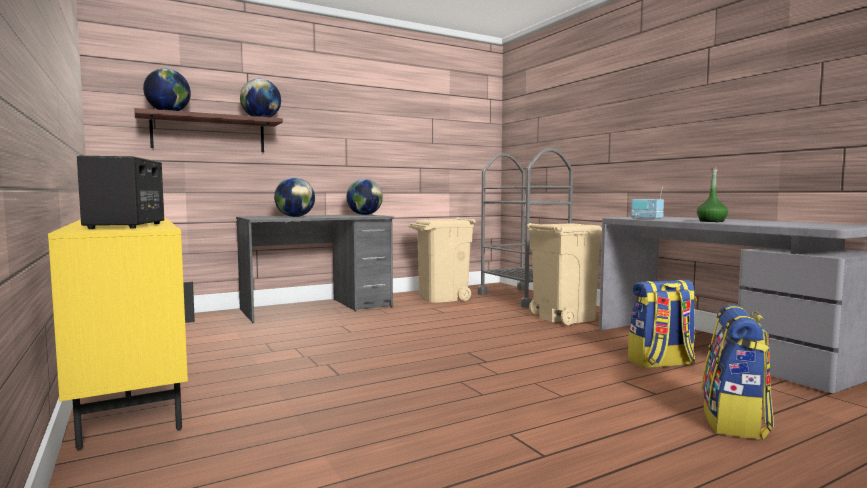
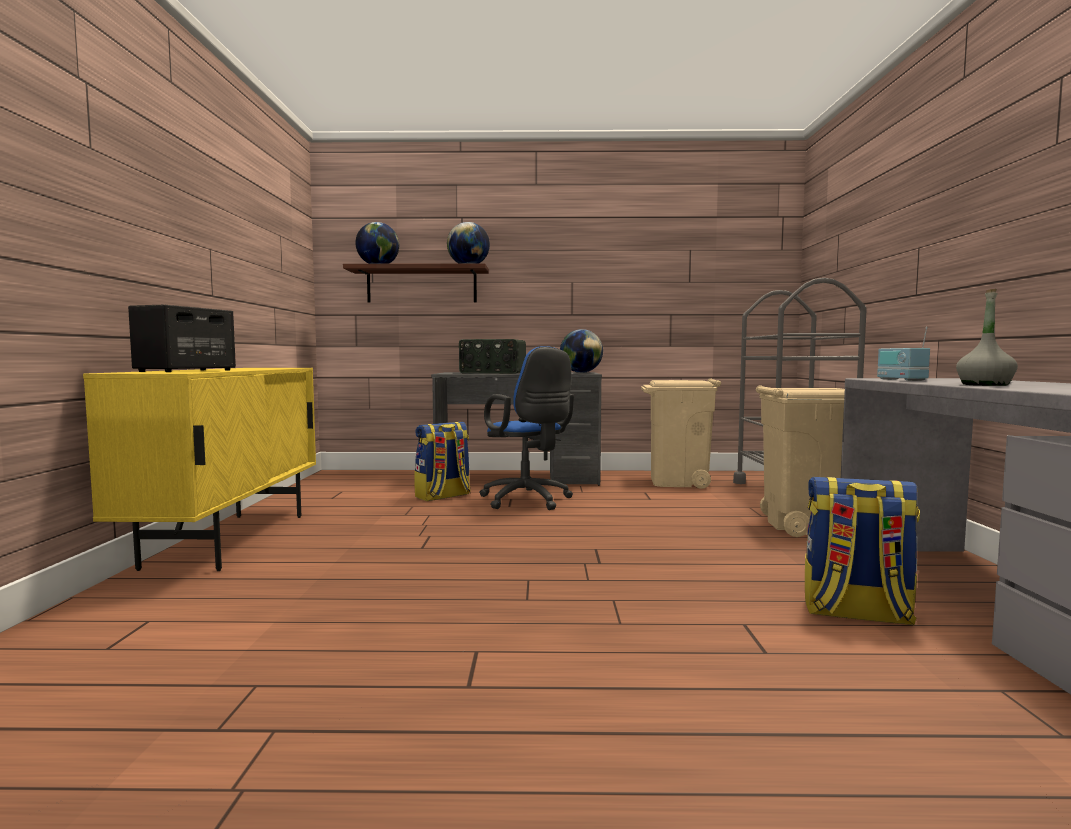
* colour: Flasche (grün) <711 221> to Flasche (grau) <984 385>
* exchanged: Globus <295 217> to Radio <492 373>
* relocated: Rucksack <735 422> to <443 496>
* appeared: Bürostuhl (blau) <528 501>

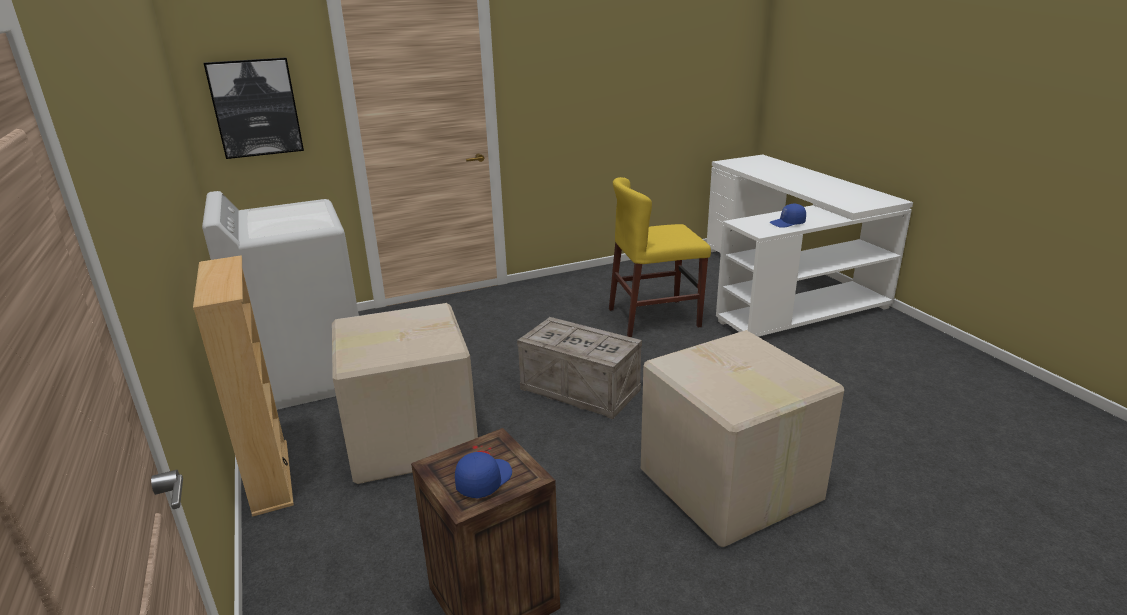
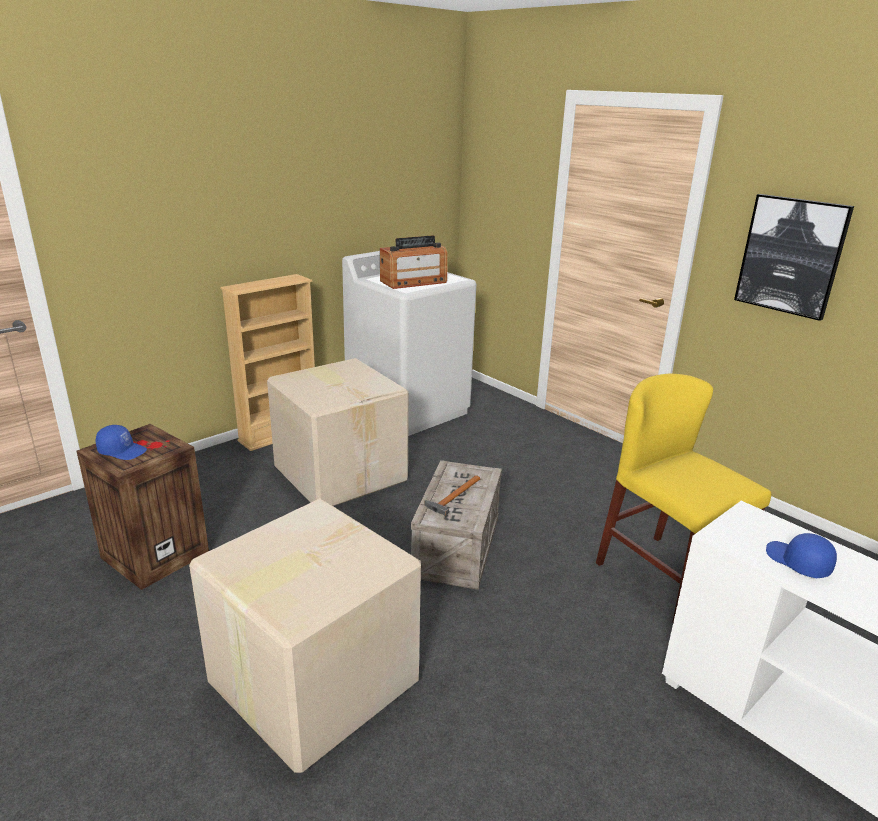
* relocated: Bild <255 108> to <791 256>
* appeared: Radio <413 282>
* appeared: Hammer <453 496>

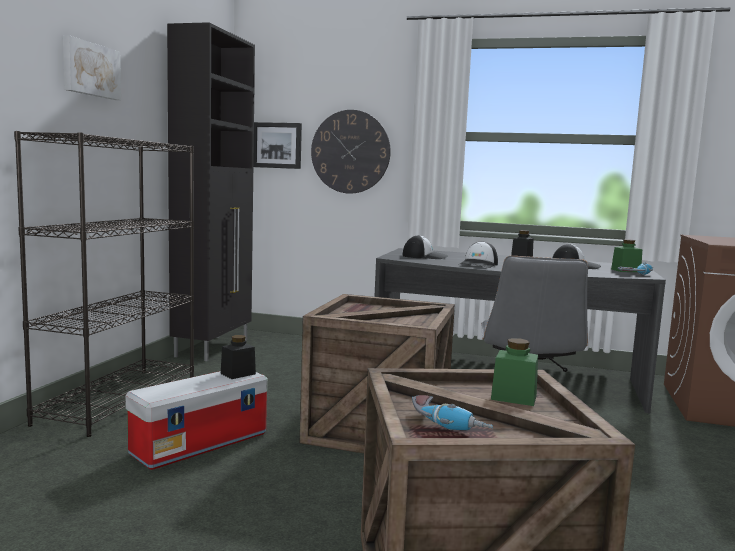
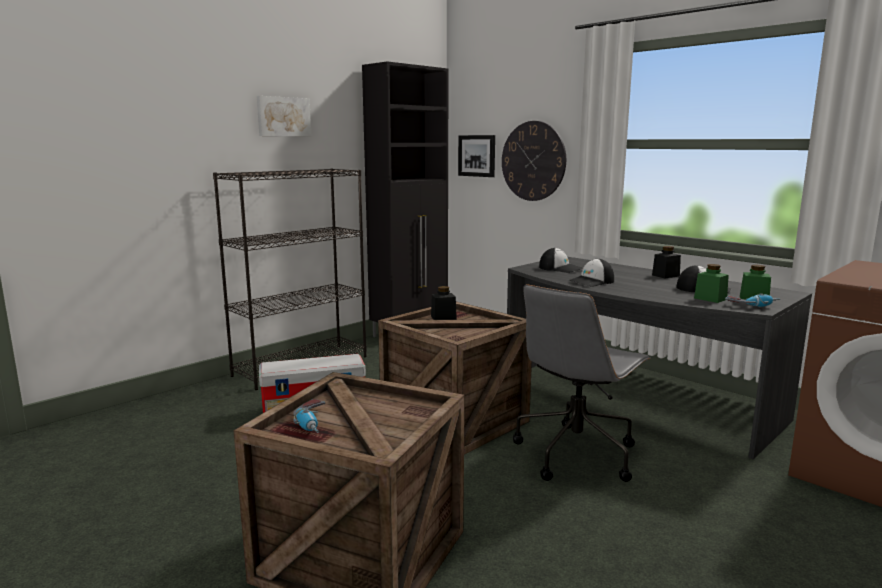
* relocated: Vorratsglas (schwarz) <238 374> to <443 317>
* relocated: Vorratsglas (grün) <513 397> to <710 299>

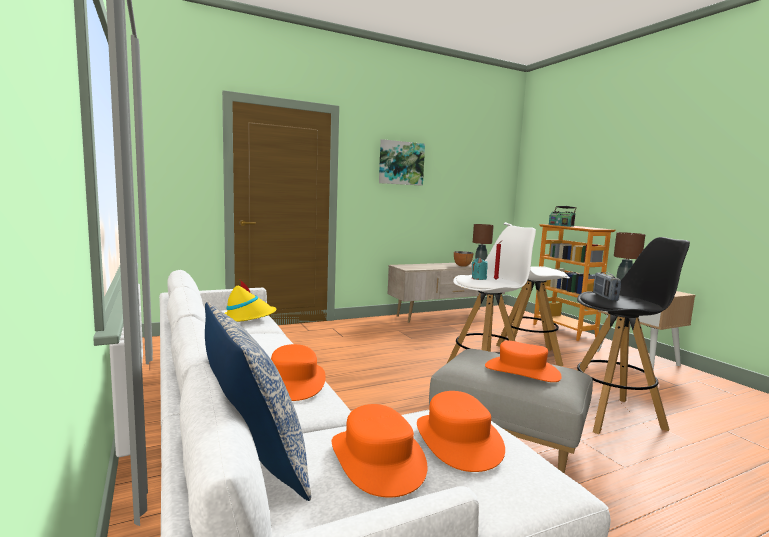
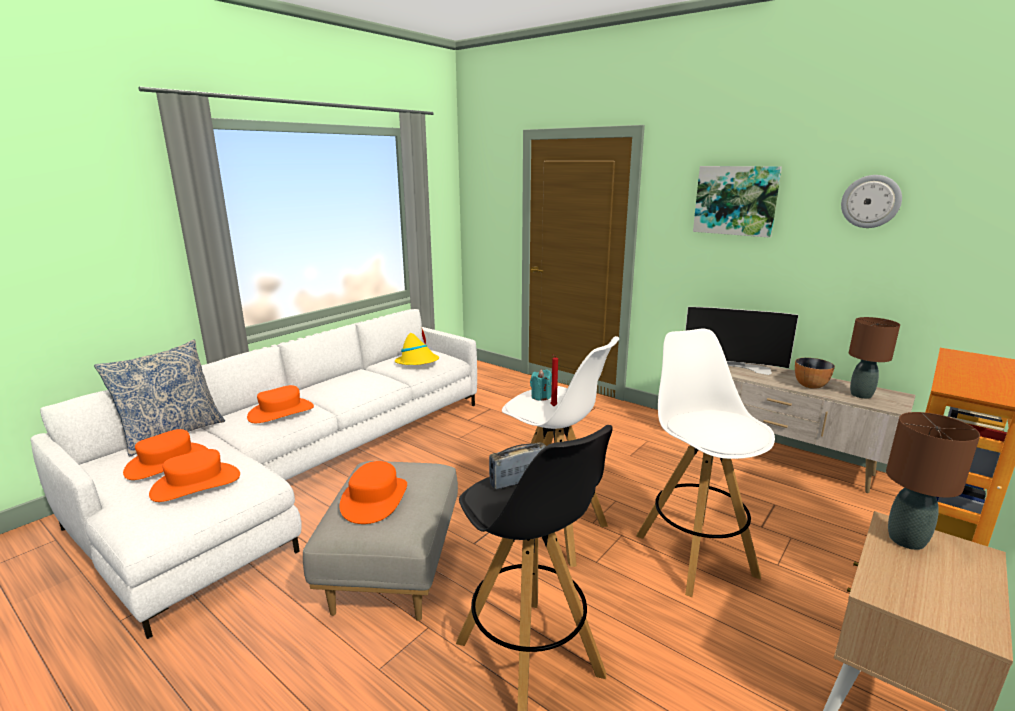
* missing: Radio <561 225>
* appeared: Wanduhr <871 201>
* appeared: Fernseher <733 366>

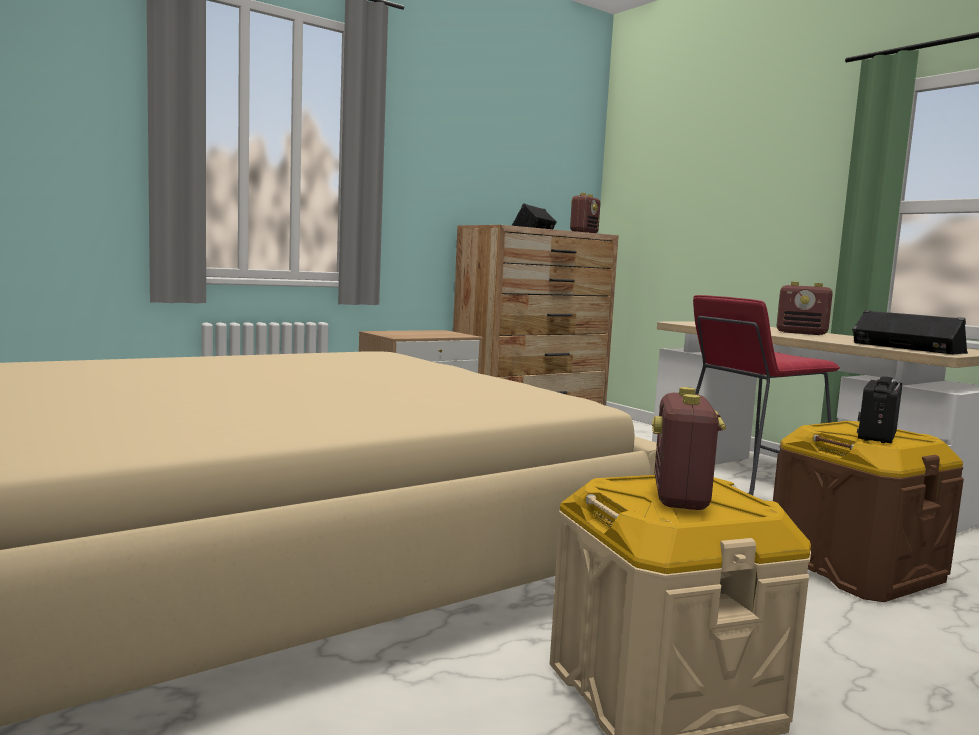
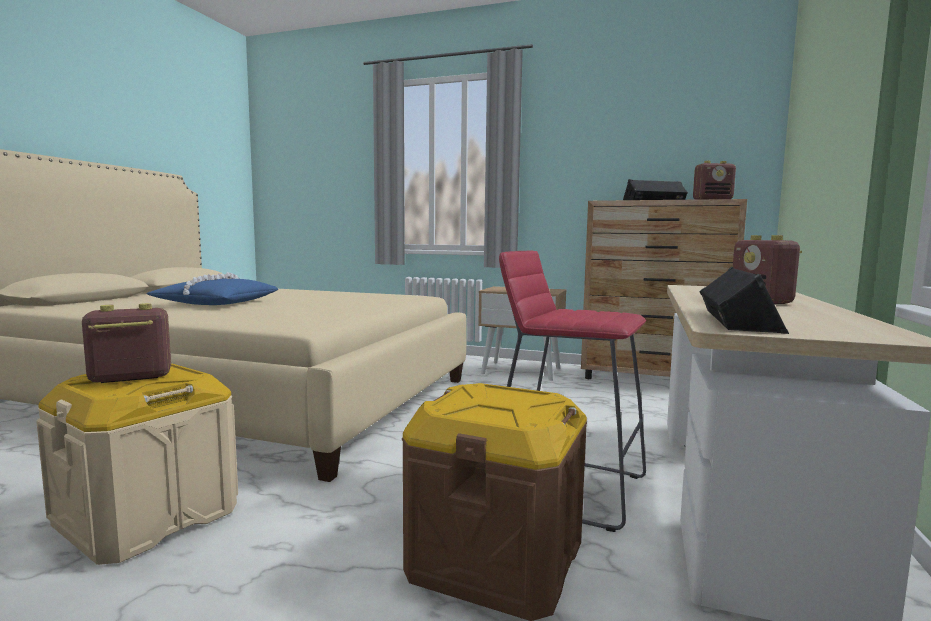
* missing: Radio <877 435>
* appeared: Kissen (blau) <216 303>

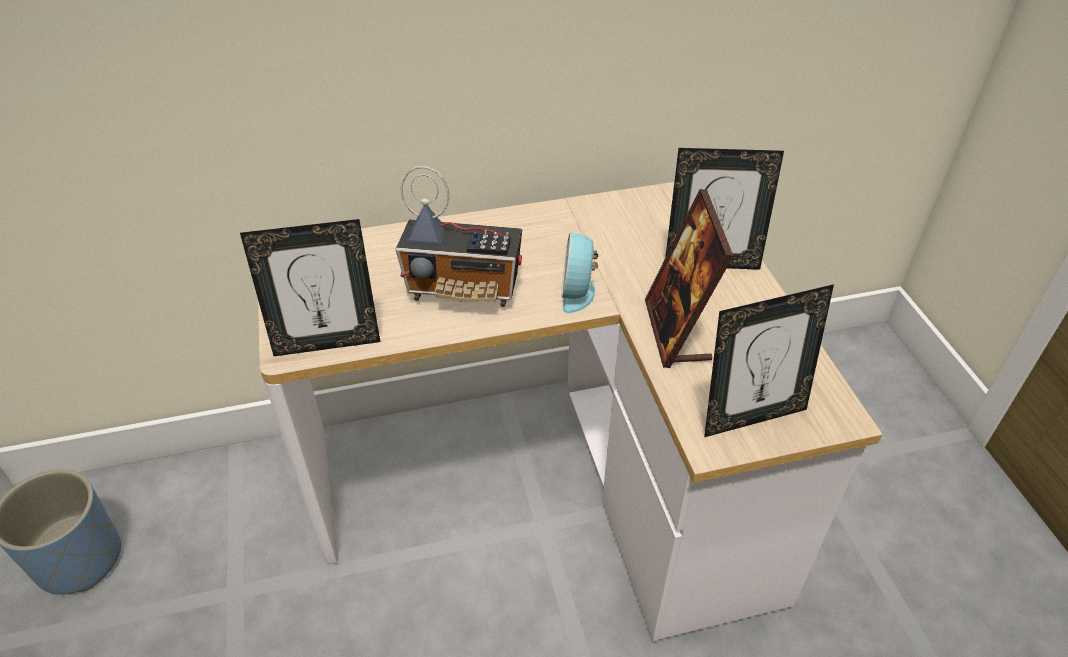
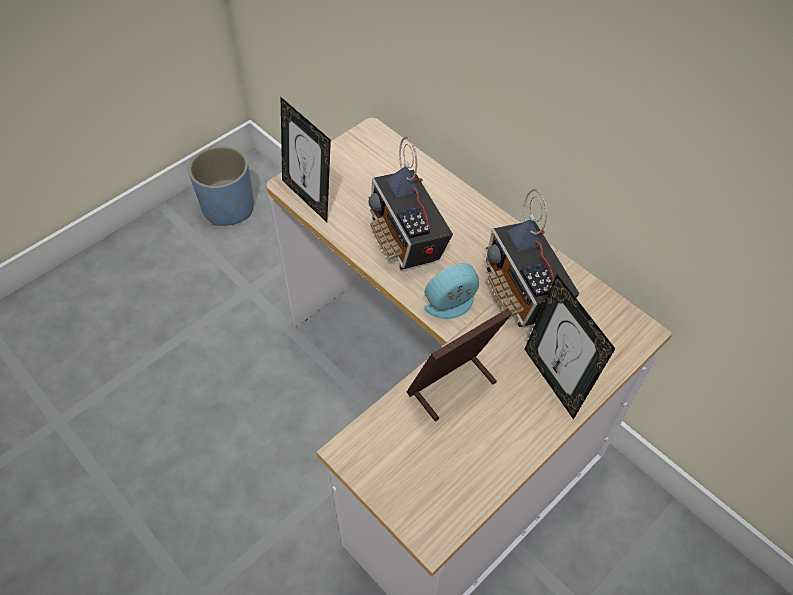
* missing: Bilderrahmen <751 416>
* appeared: Radio <523 293>

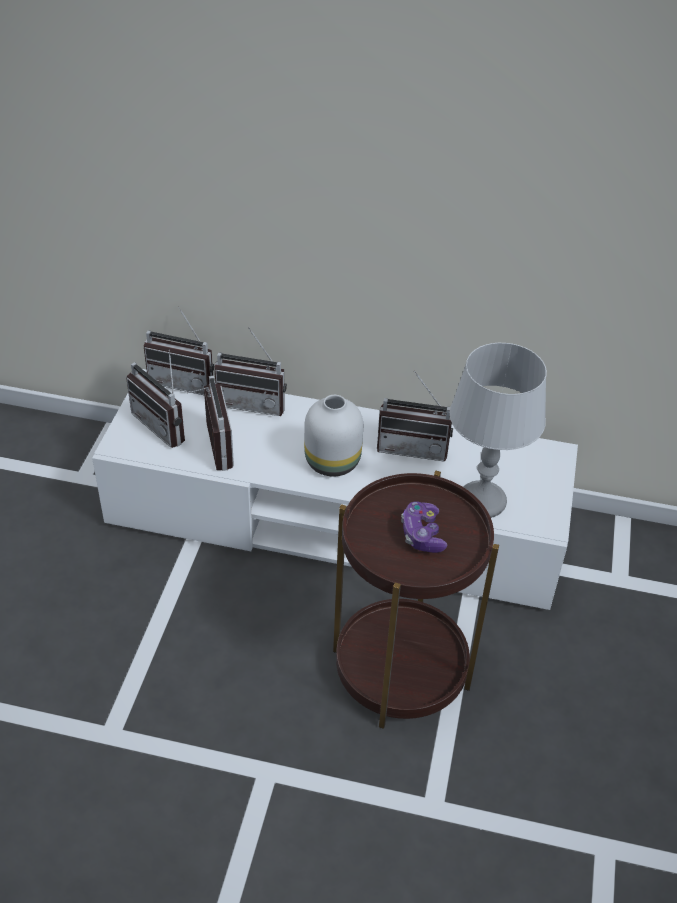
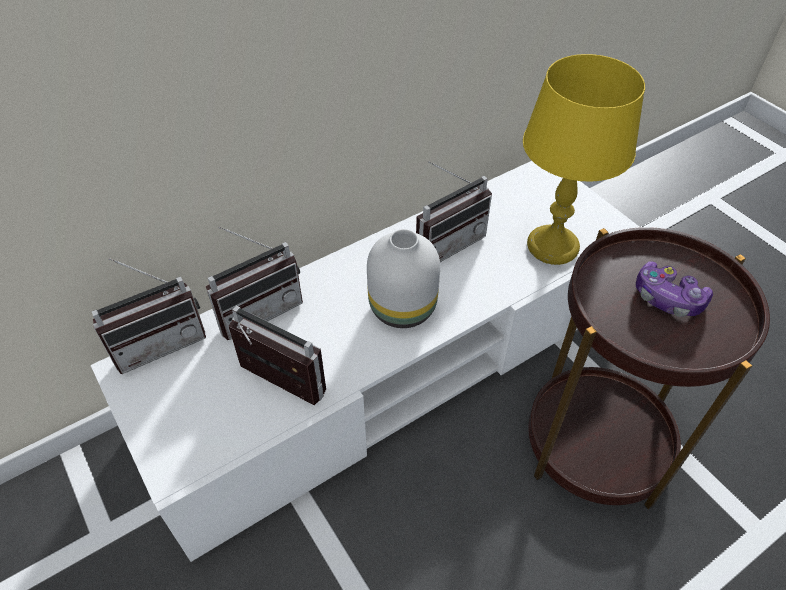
* colour: Tischlampe (grau) <483 501> to Tischlampe (gelb) <553 246>
* missing: Radio <165 425>

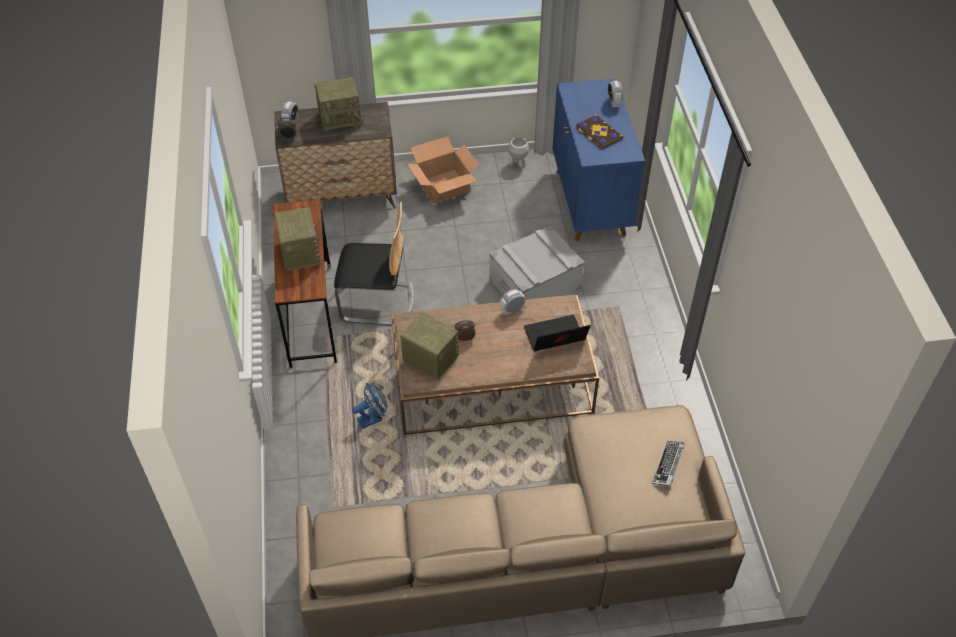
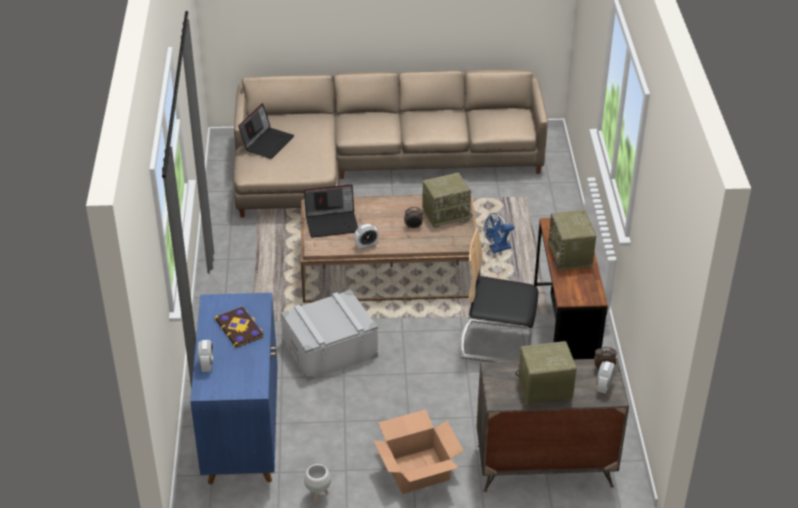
* spun: Radio <429 359> = <446 214> 60 degrees counterclockwise
* exchanged: Tastatur <668 465> to Laptop <267 142>

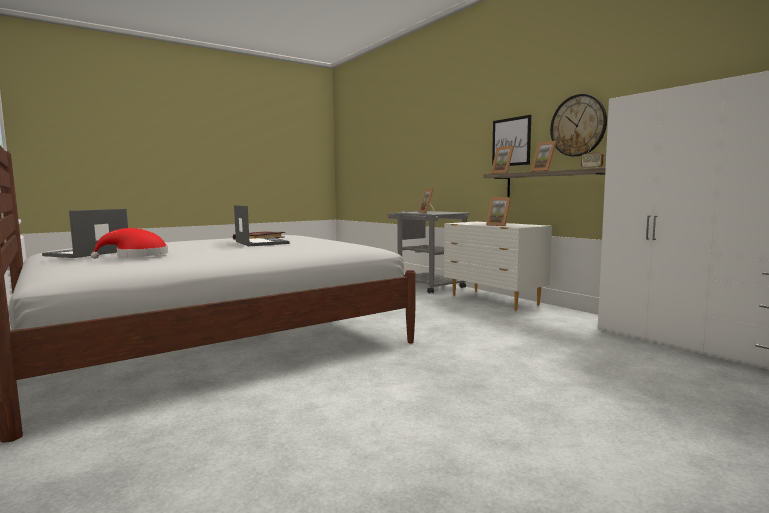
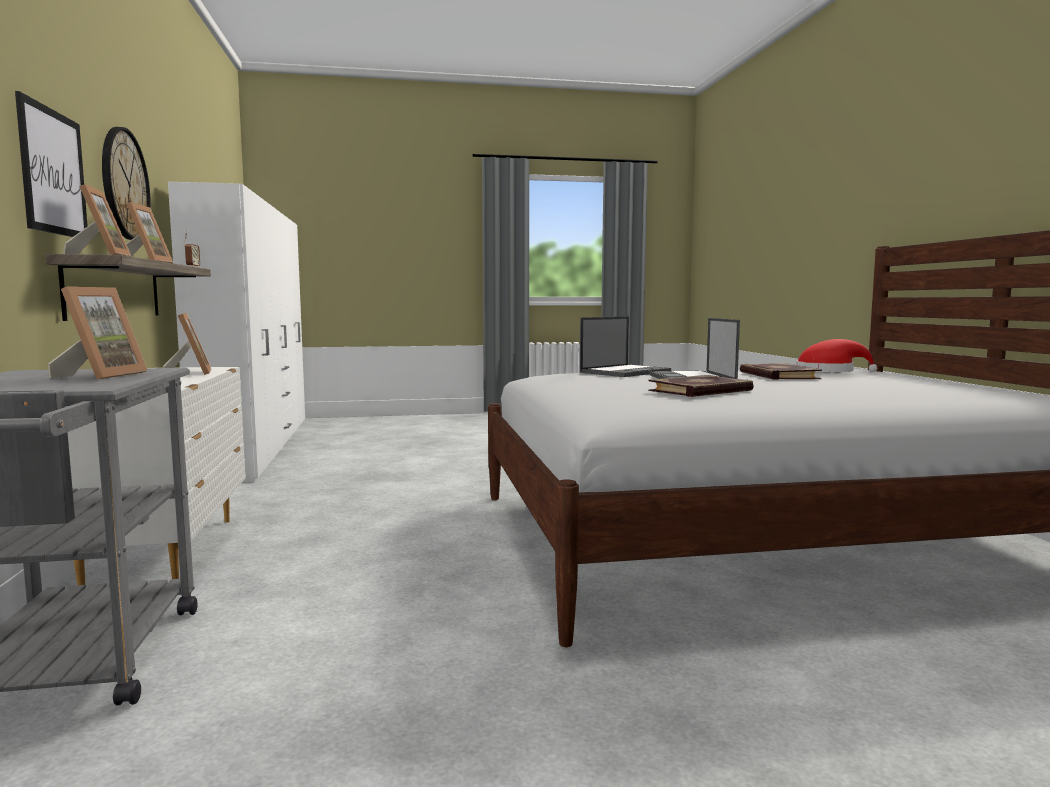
* relocated: Laptop <87 253> to <625 372>
* appeared: Buch <777 375>

